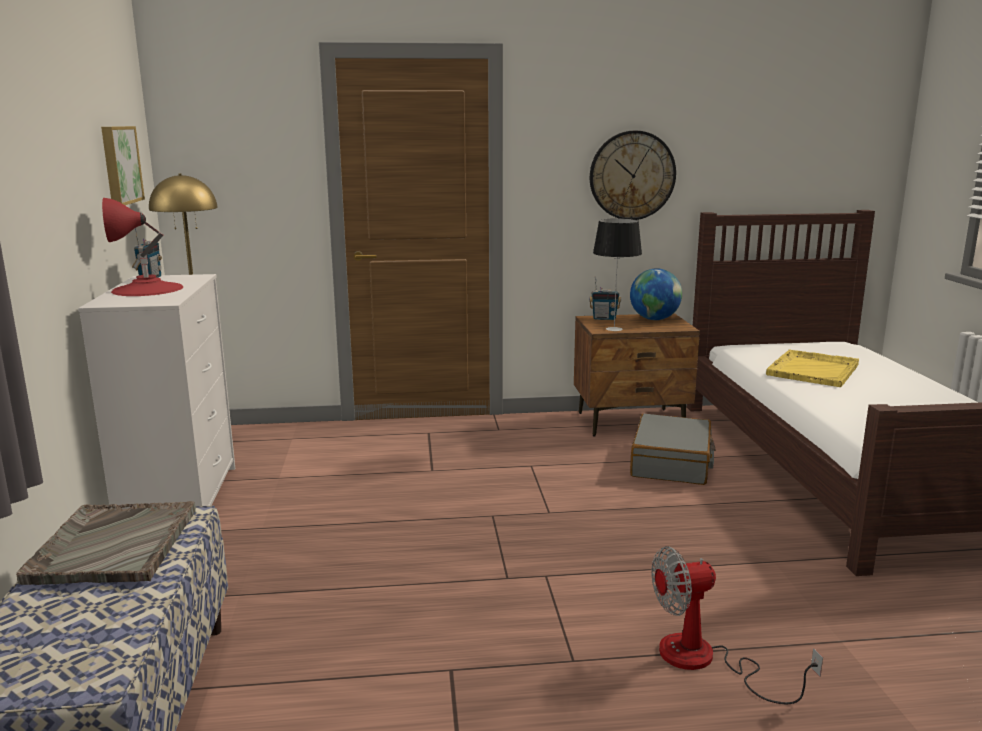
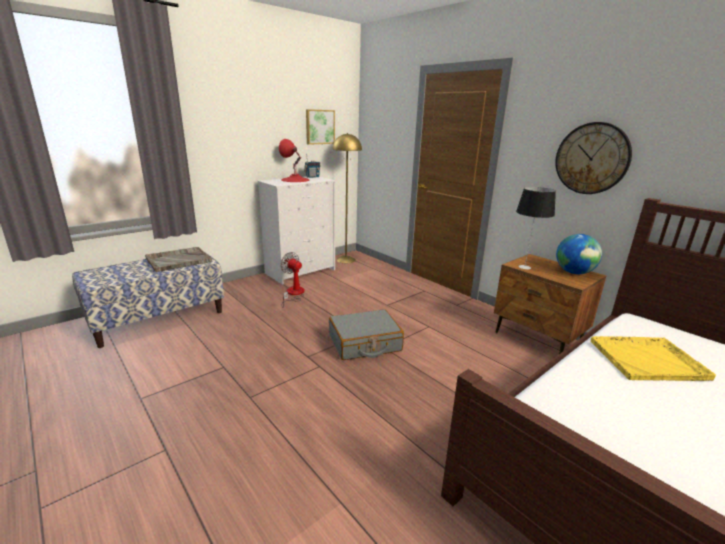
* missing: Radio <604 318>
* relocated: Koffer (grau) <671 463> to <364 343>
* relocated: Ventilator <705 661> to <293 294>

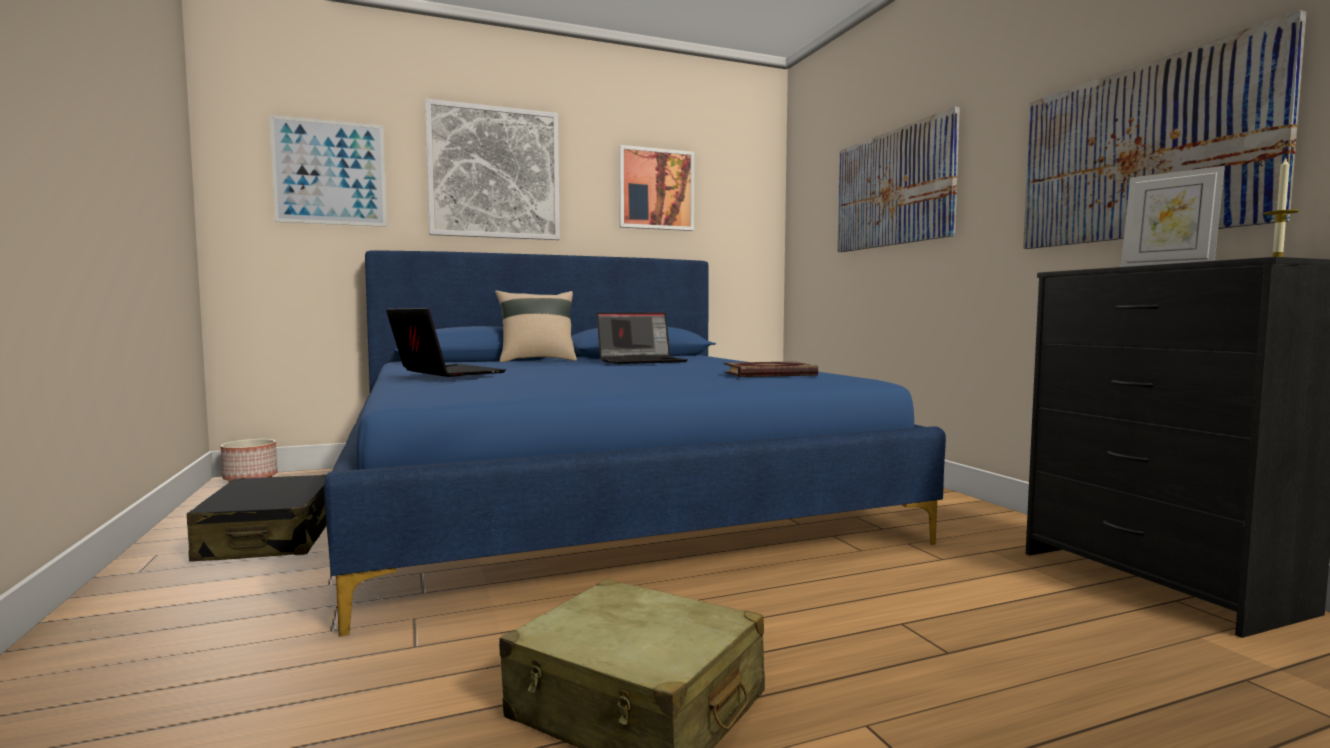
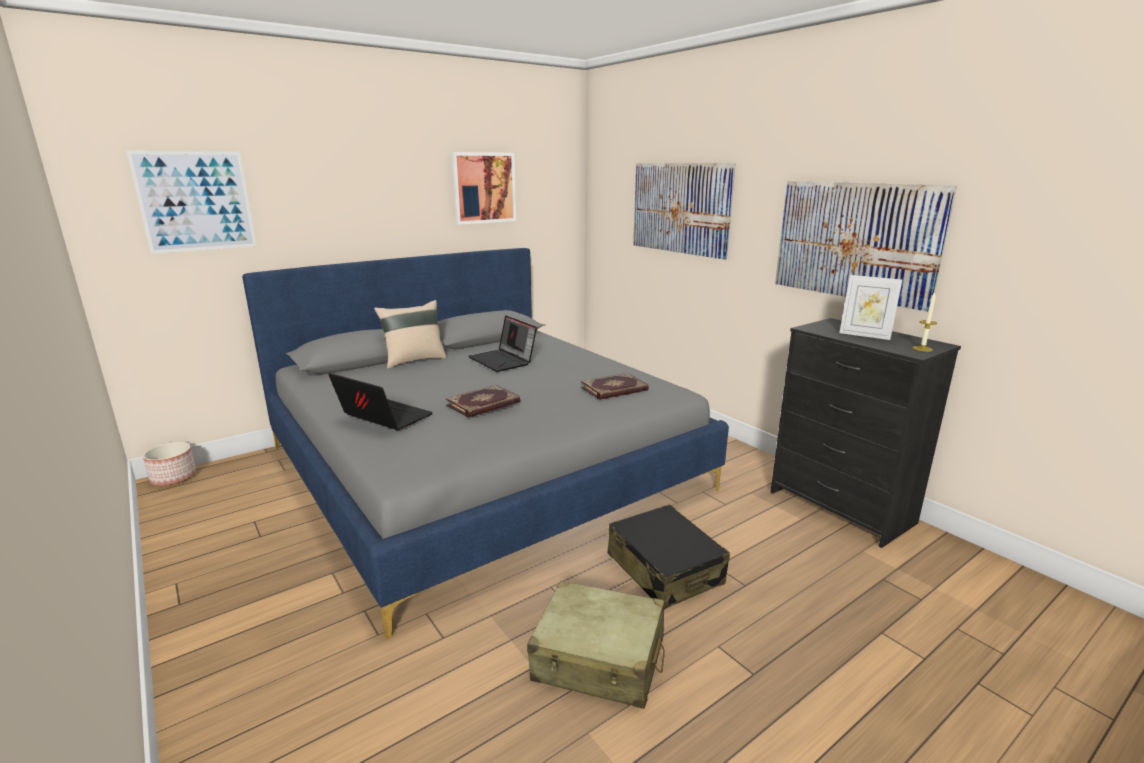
* missing: Bild <494 173>
* colour: Bett (blau) <598 497> to Bett (grau) <482 467>
* spun: Laptop <642 361> = <503 361> 90 degrees clockwise
* relocated: Koffer (schwarz) <269 538> to <664 569>
* appeared: Buch <484 404>

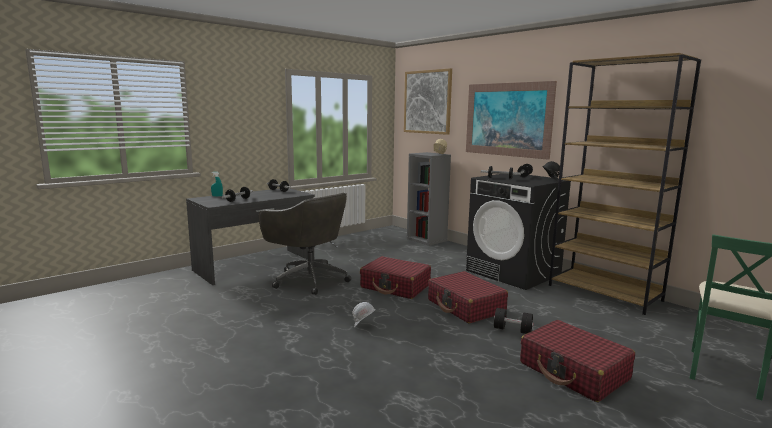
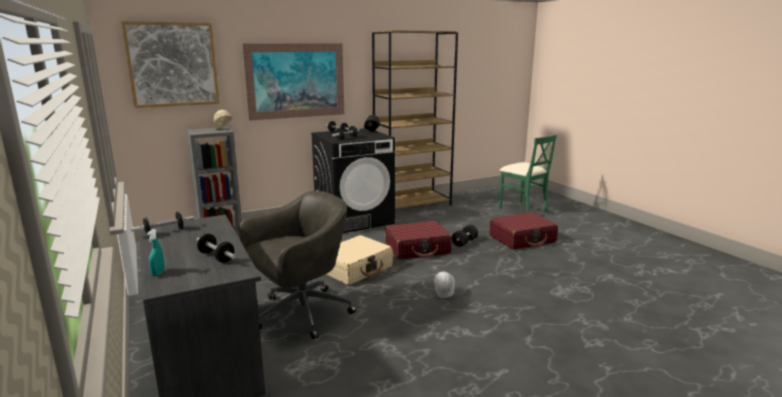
* colour: Koffer (rot) <395 286> to Koffer (beige) <355 269>

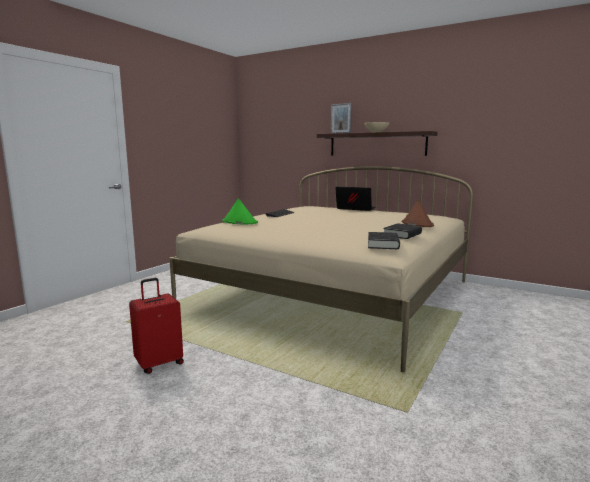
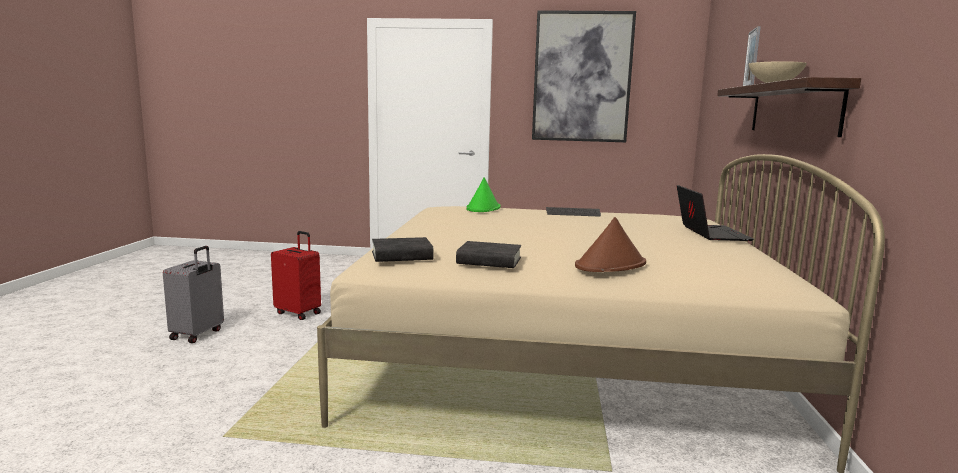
* appeared: Bild <582 77>
* appeared: Koffer (grau) <198 334>

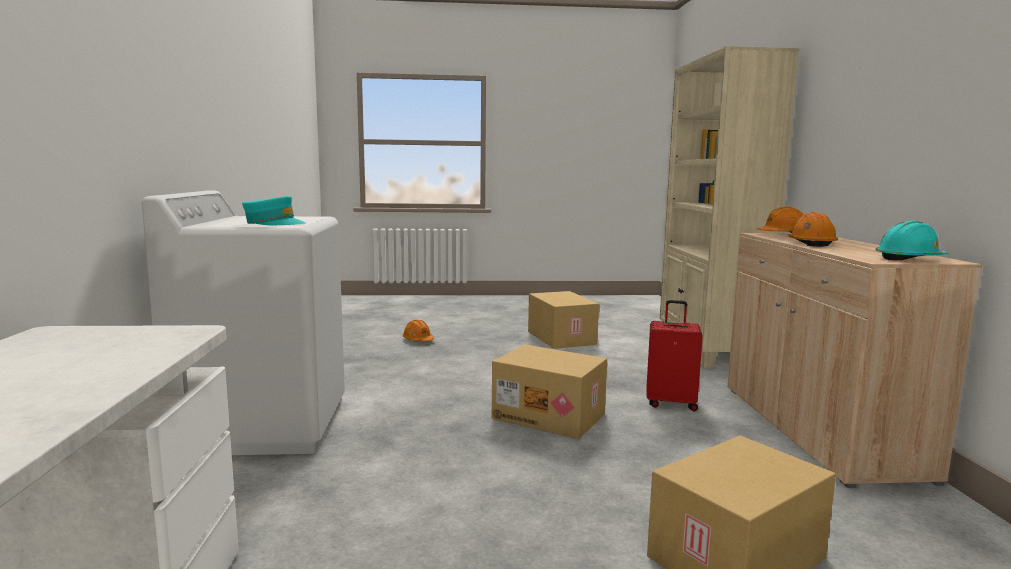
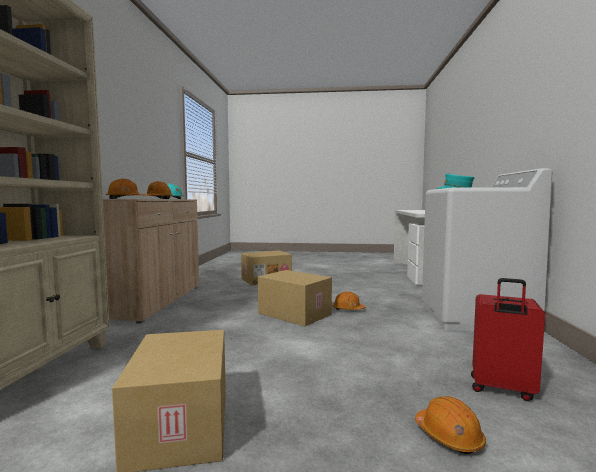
* relocated: Koffer (rot) <671 403> to <501 389>
* appeared: Schutzhelm (orange) <348 309>

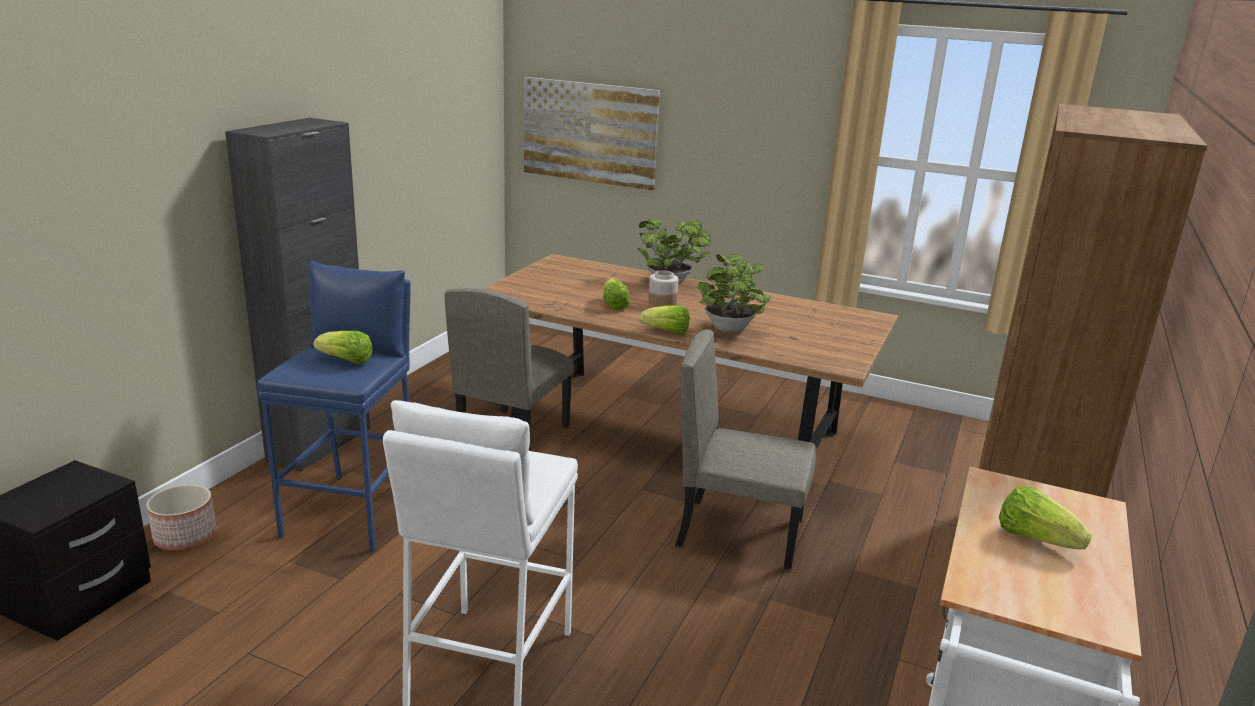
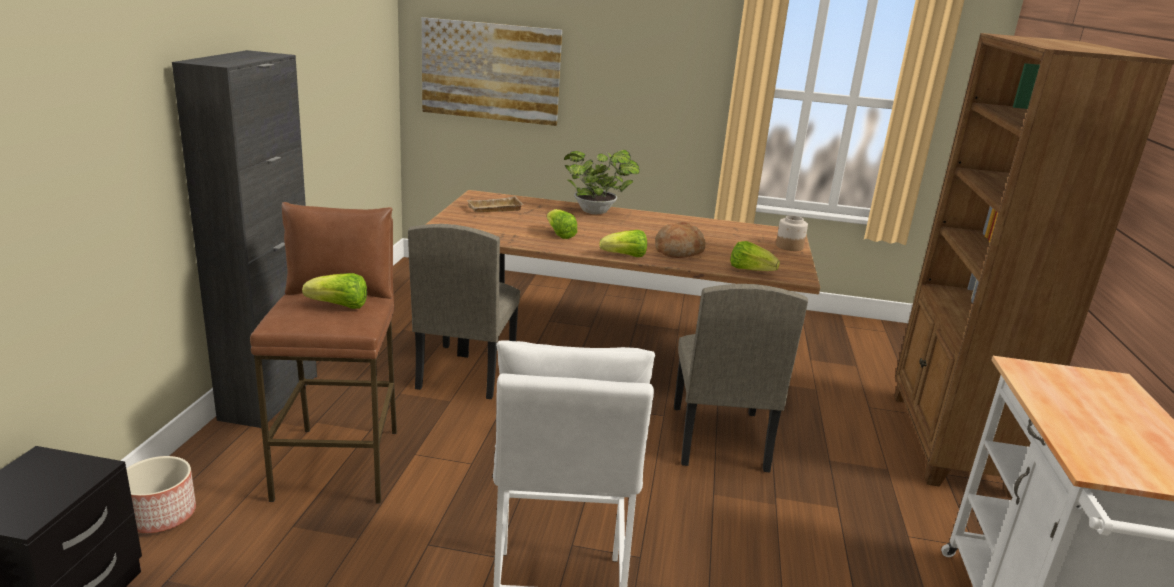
* exchanged: Topfpflanze <730 330> to Brot <678 251>
* colour: Hocker (blau) <354 511> to Hocker (braun) <340 463>
* relocated: Vorratsglas <662 303> to <789 246>
* spun: Stuhl (beige) <740 532> = <718 438> 90 degrees counterclockwise
* relocated: Salatkopf <1035 539> to <750 270>
* appeared: Tablett (beige) <494 209>

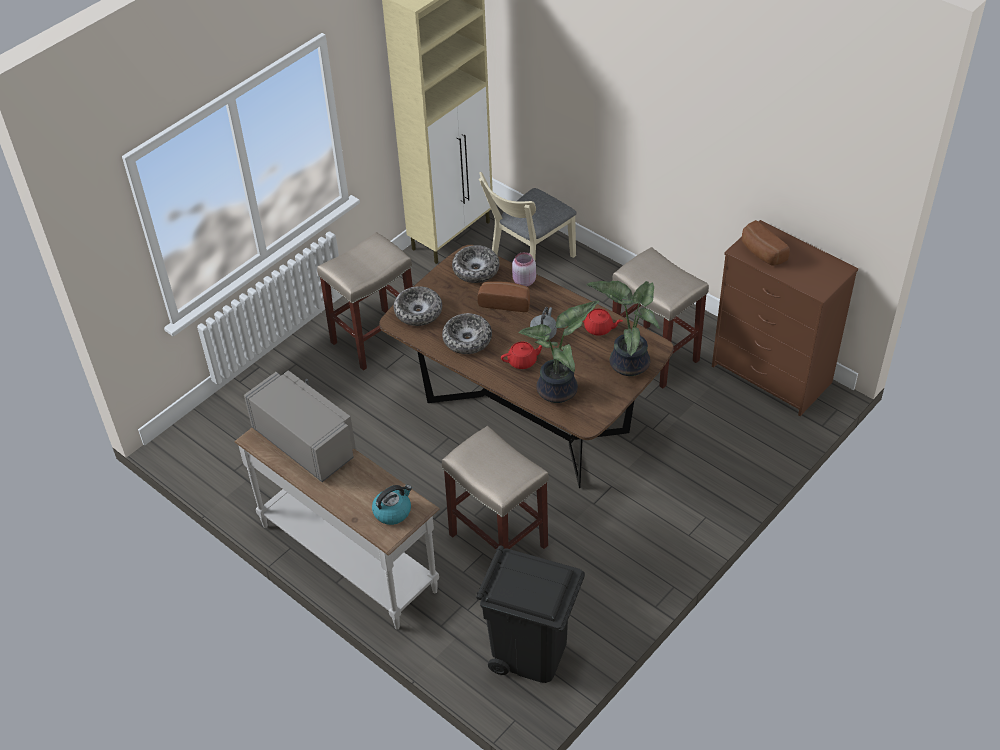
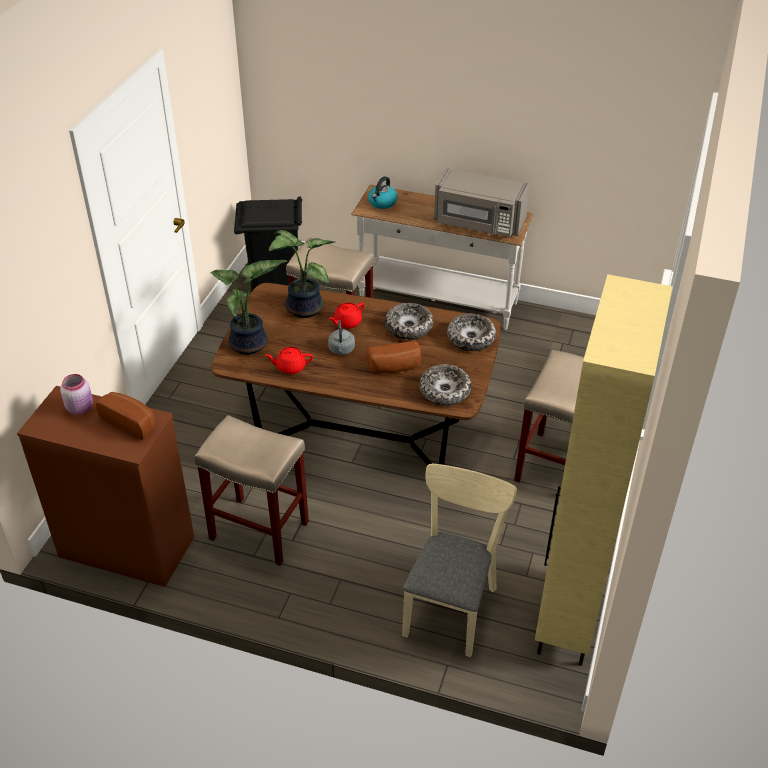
* relocated: Vorratsglas (rosa) <523 281> to <81 407>

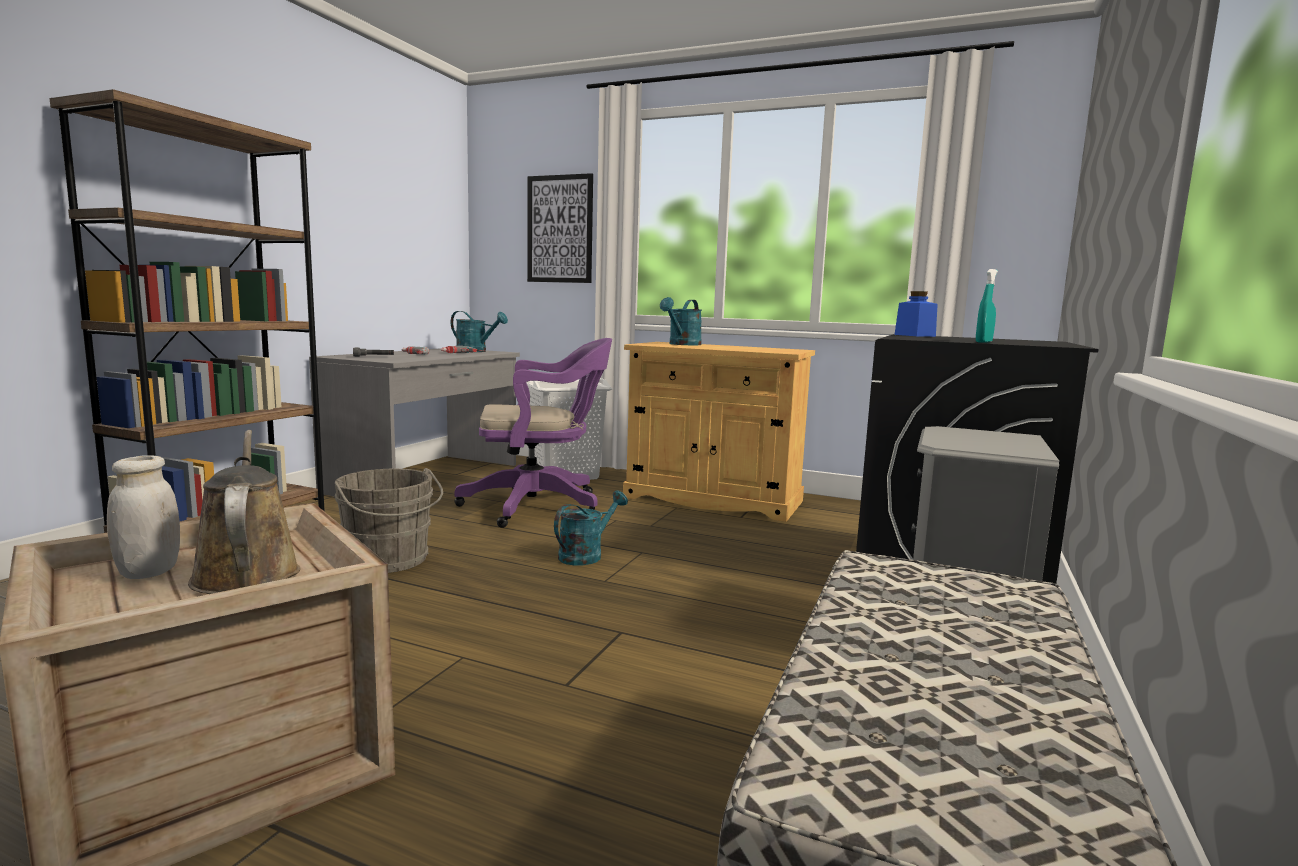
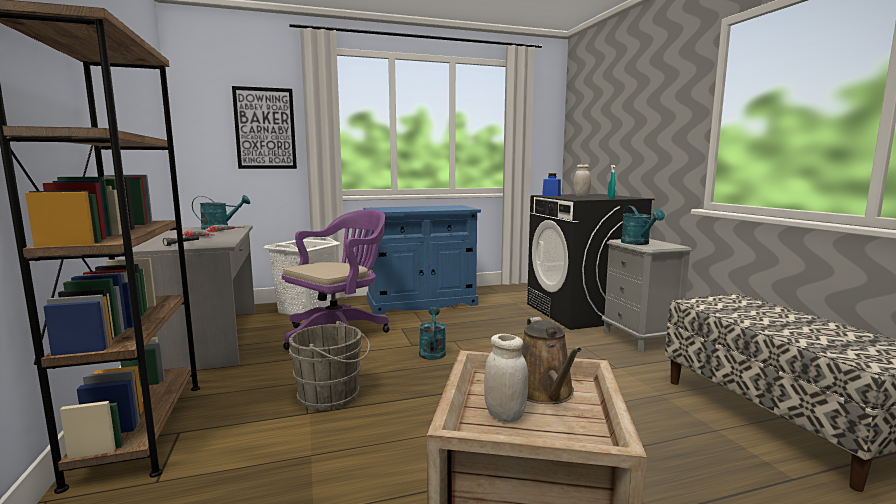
* relocated: Gießkanne (türkis) <682 344> to <638 243>
* colour: Schrank (beige) <713 499> to Schrank (blau) <421 303>
* spun: Gießkanne (braun) <246 572> = <545 393> 120 degrees counterclockwise
* appeared: Vorratsglas (weiß) <581 196>

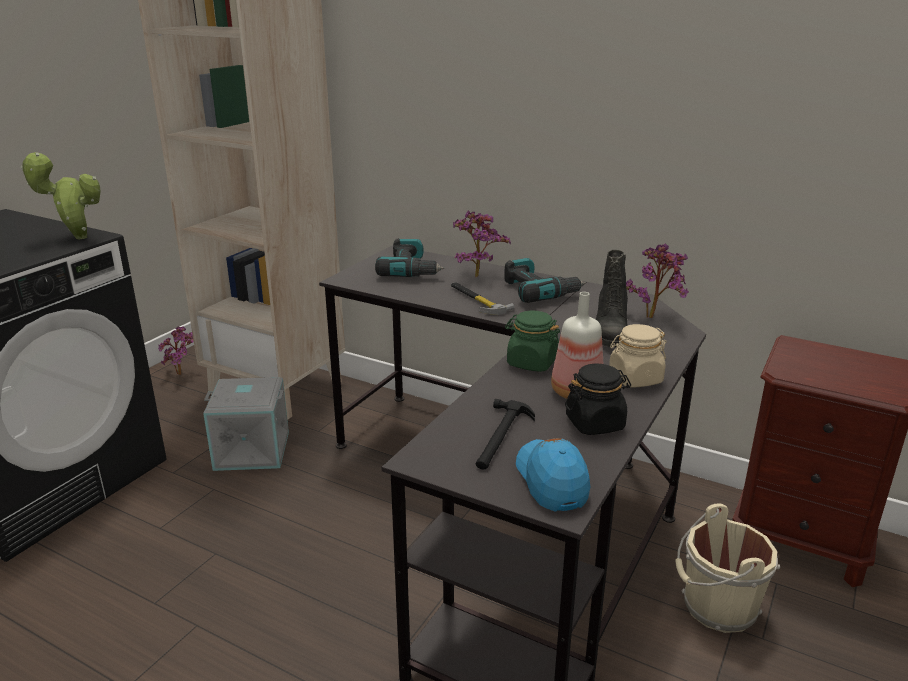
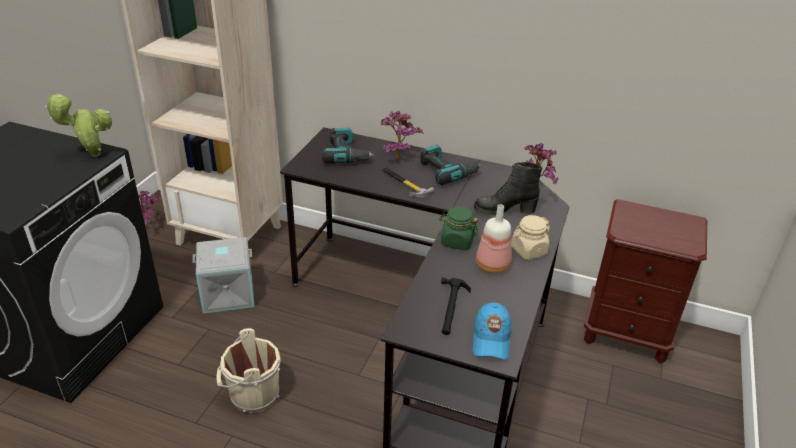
* spun: Stiefel (schwarz) <609 333> = <504 210> 90 degrees clockwise
* missing: Vorratsglas (schwarz) <595 423>
* spun: Kappe (blau) <551 481> = <491 339> 150 degrees counterclockwise
* relocated: Eimer (beige) <716 607> to <252 395>

